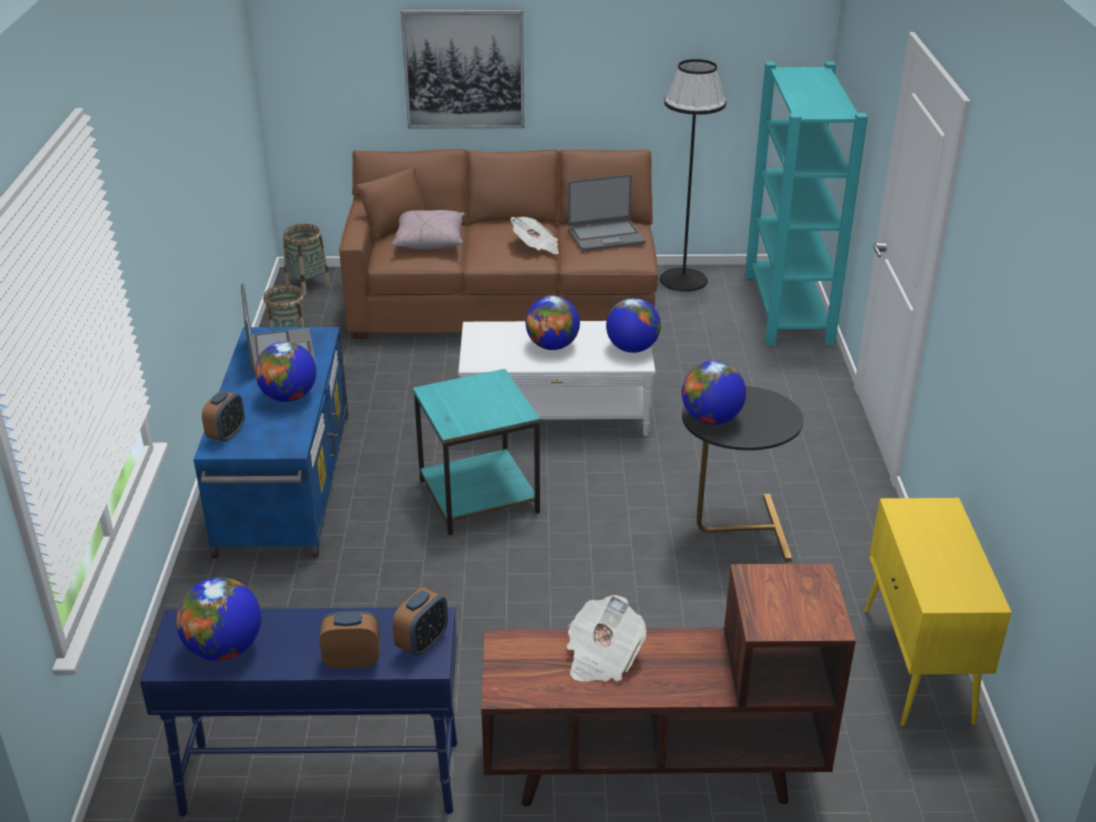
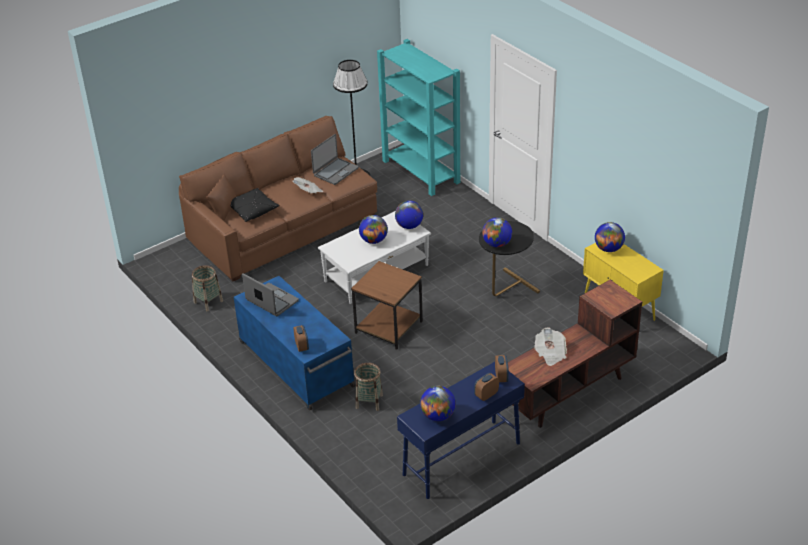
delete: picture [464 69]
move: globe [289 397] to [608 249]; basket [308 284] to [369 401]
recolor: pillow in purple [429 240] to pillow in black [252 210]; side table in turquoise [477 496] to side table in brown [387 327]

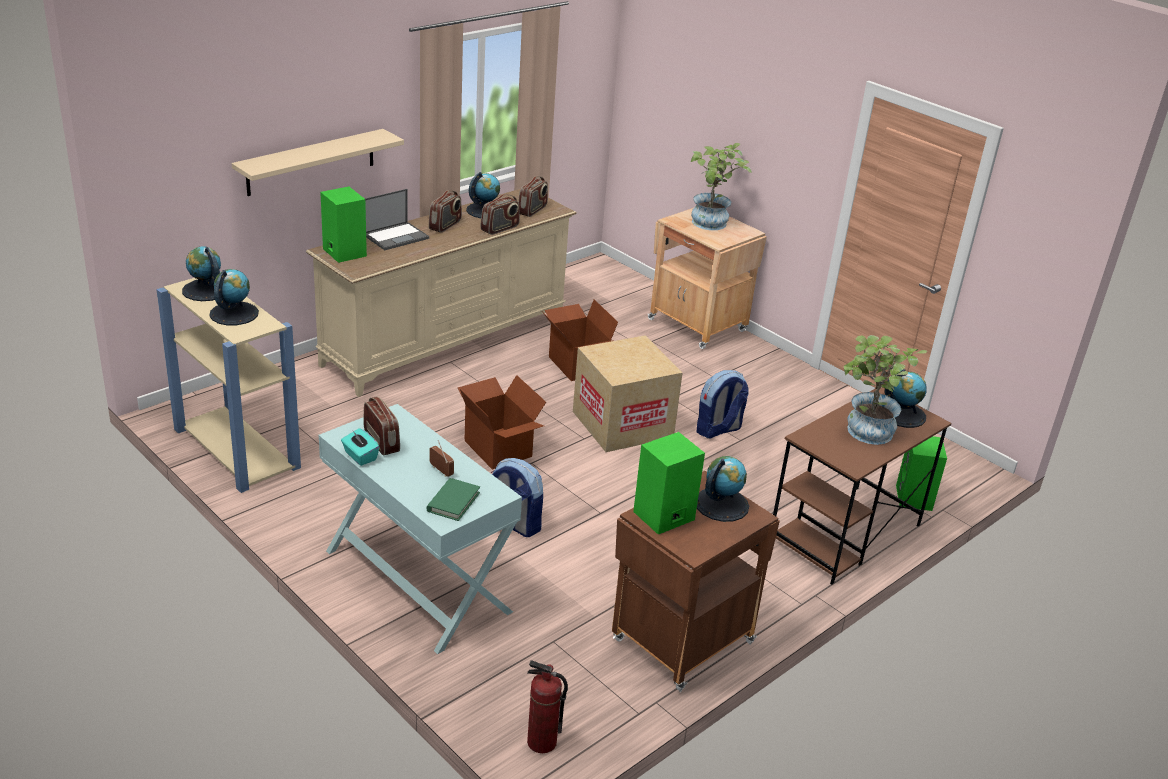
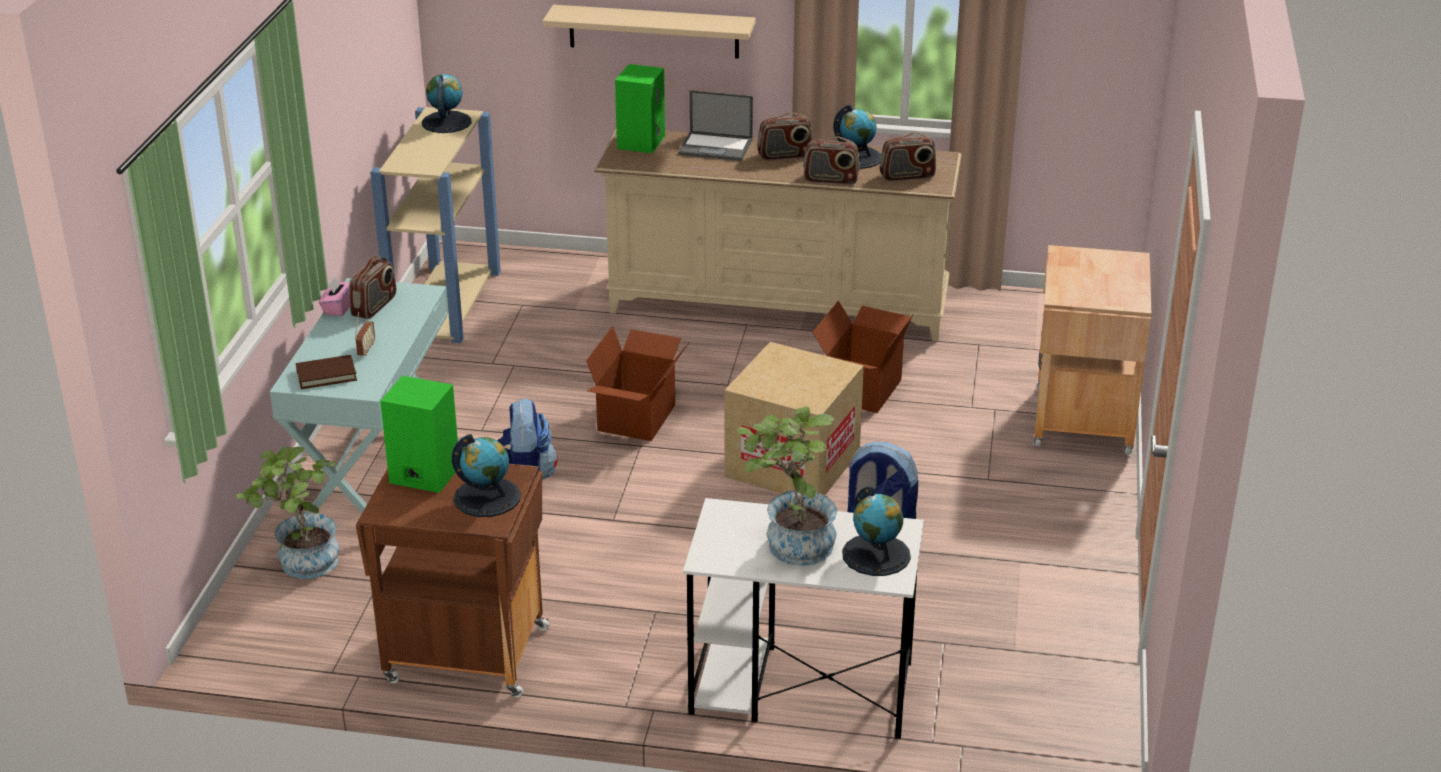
delete: globe [234 313]; fire extinguisher [541 742]; speaker in green [915 498]
move: potted plant [710 225] to [302 565]
recolor: tissue box in turquoise [360 456] to tissue box in pink [339 308]; book in green [453 502] to book in brown [326 375]; desk in brown [844 534] to desk in white [799 688]

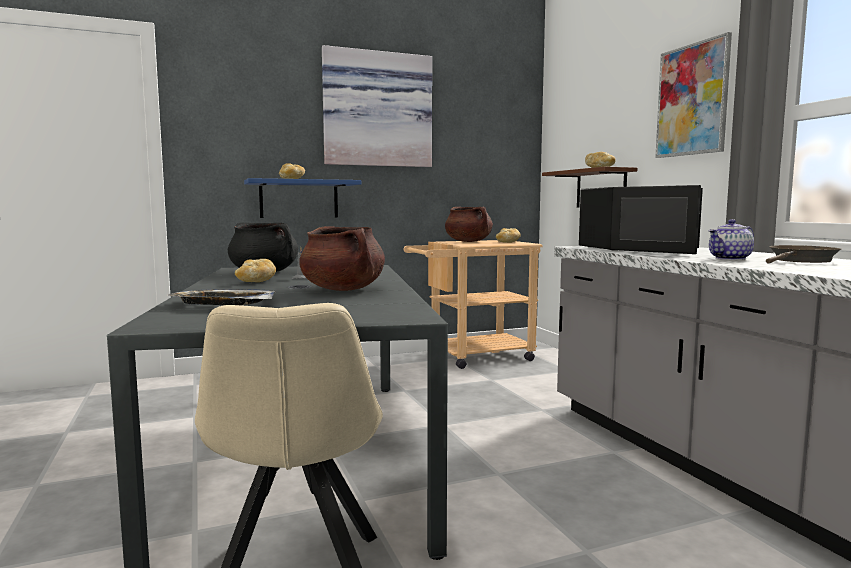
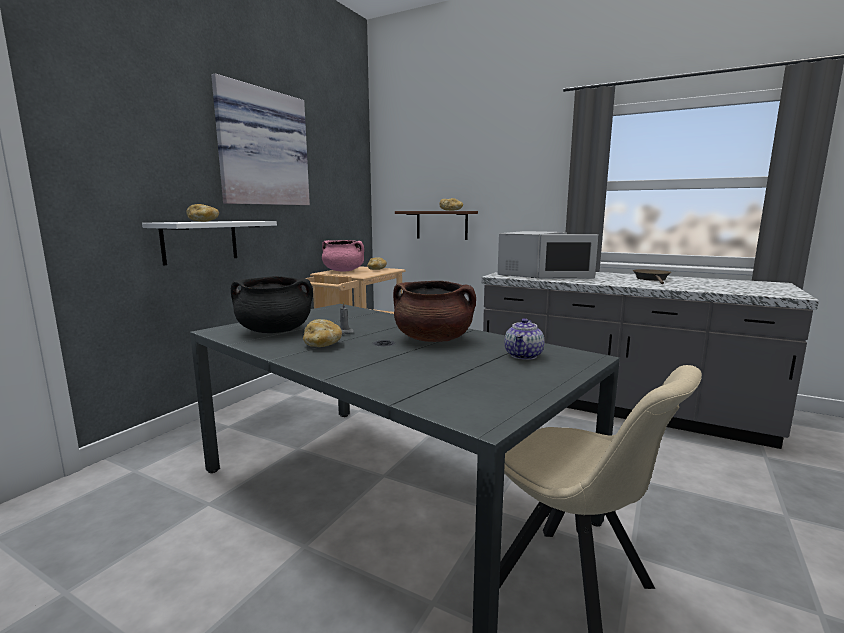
delete: tray [223 304]; picture [692 100]
move: teapot [730 258] to [524 356]
recolor: shelf in blue [299 199] to shelf in white [200 241]; cooking pot in brown [468 241] to cooking pot in pink [343 271]; microwave in black [637 248] to microwave in white [533 274]

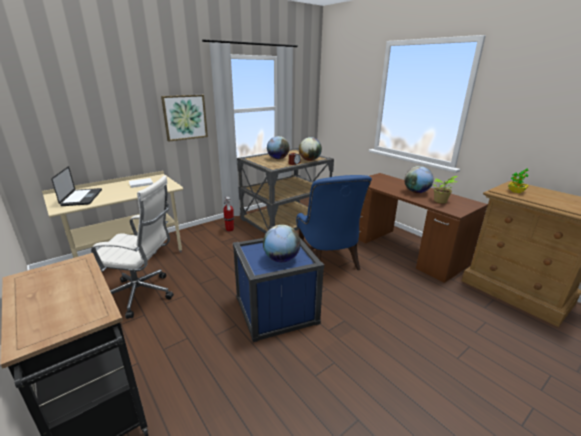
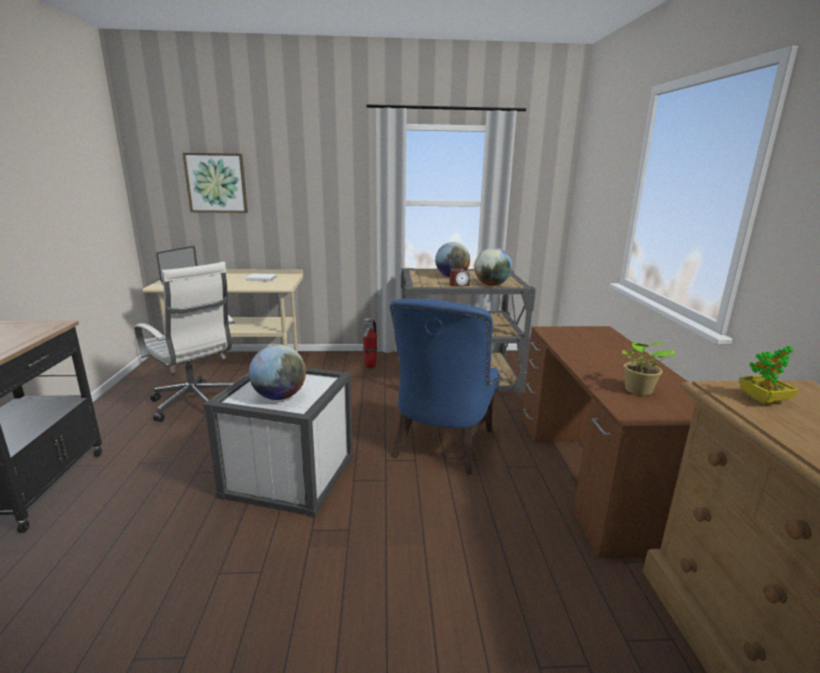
delete: globe [416 192]
move: picture [185 117] to [216 183]
recolor: storage box in blue [276 310] to storage box in white [289 475]

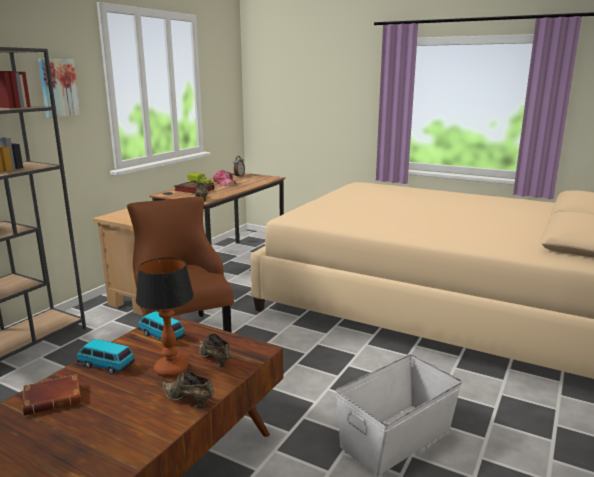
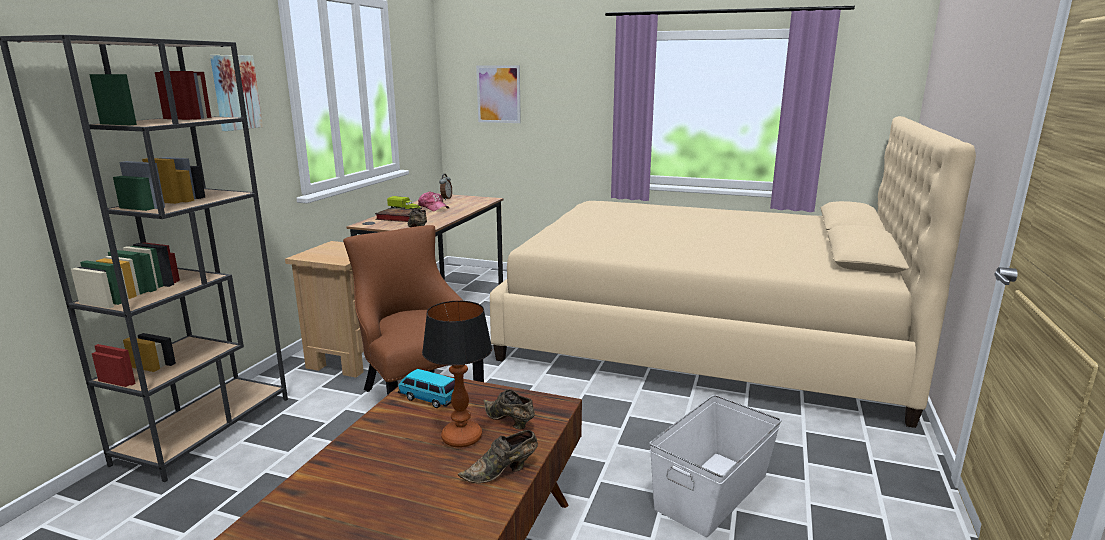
delete: book in brown [54 398]; toy car [106 365]
insert: picture [498 94]
rotate: shoe in brown [189 400] = [502 472] 45 degrees counterclockwise

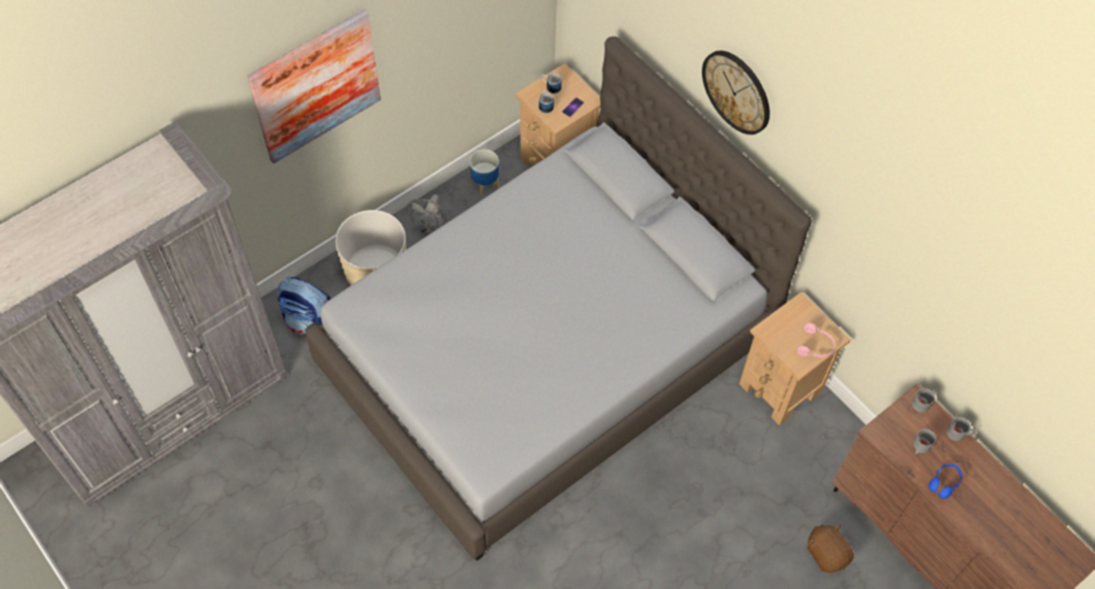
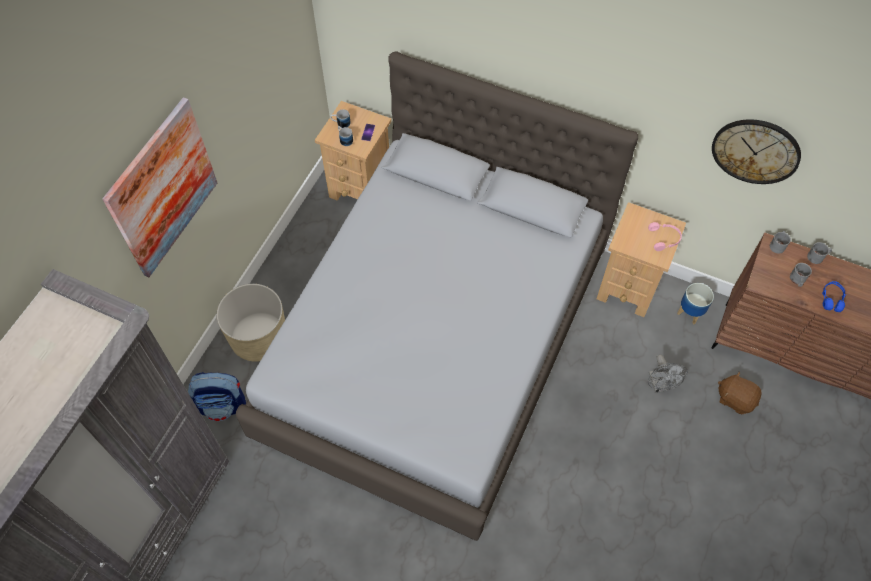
move: fan in grey [430 228] to [659 385]; planter [485 183] to [690 312]; wall clock [737 91] to [756 151]

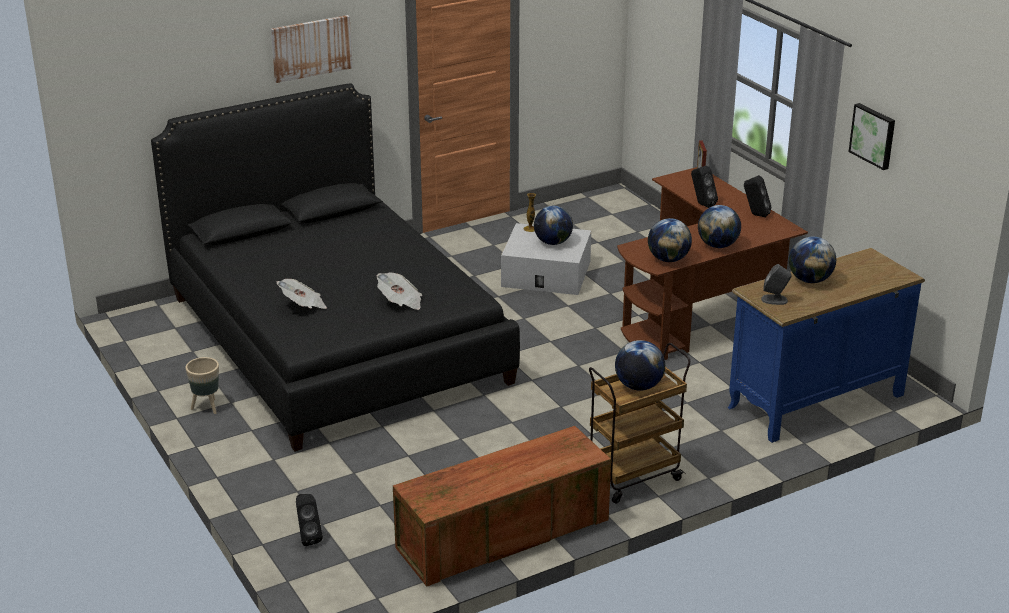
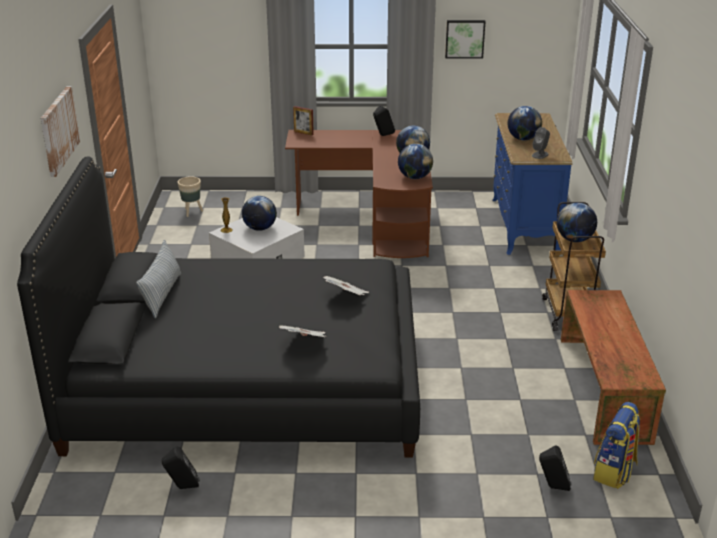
insert: pillow [162 295]; backpack [614 472]
move: planter in beige [207 407] to [192 212]; speaker in black [701 204] to [182 488]

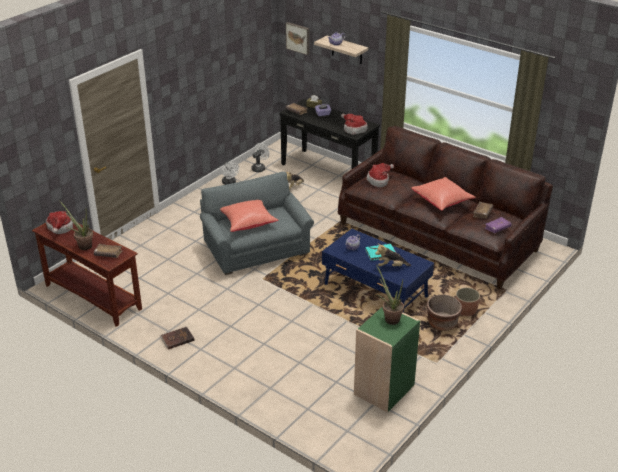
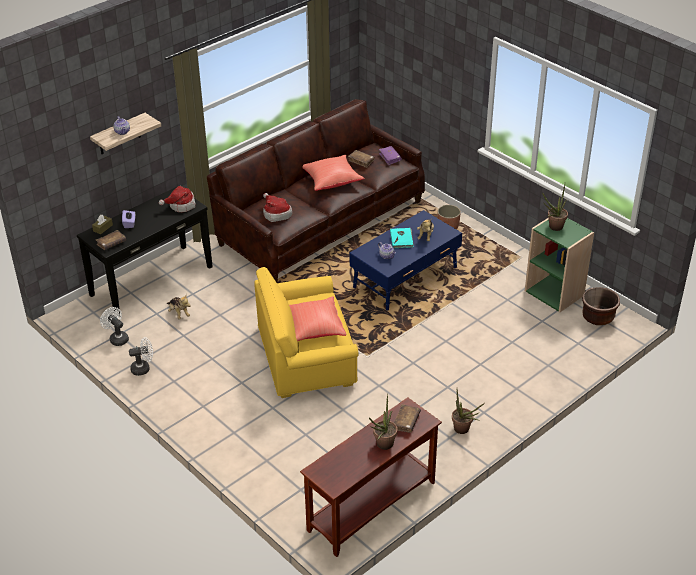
delete: hat [60 228]; picture [298 38]
move: planter in brown [442 323] to [598 317]
replace: book in brown [177 339] to potted plant [464 430]
recolor: armchair in grey [256 249] to armchair in yellow [306 356]

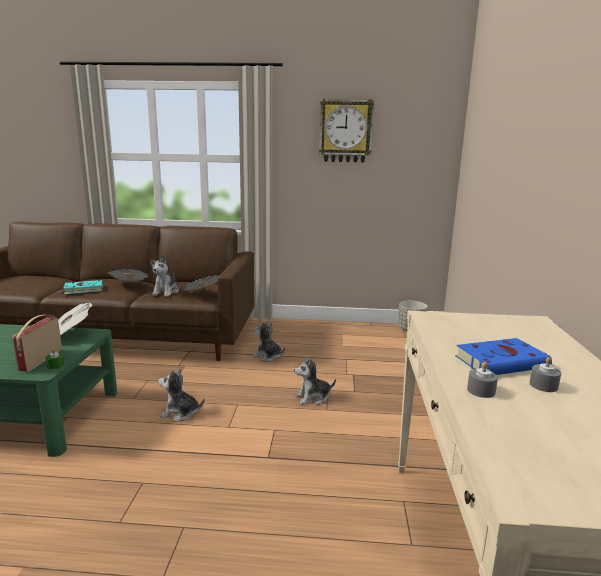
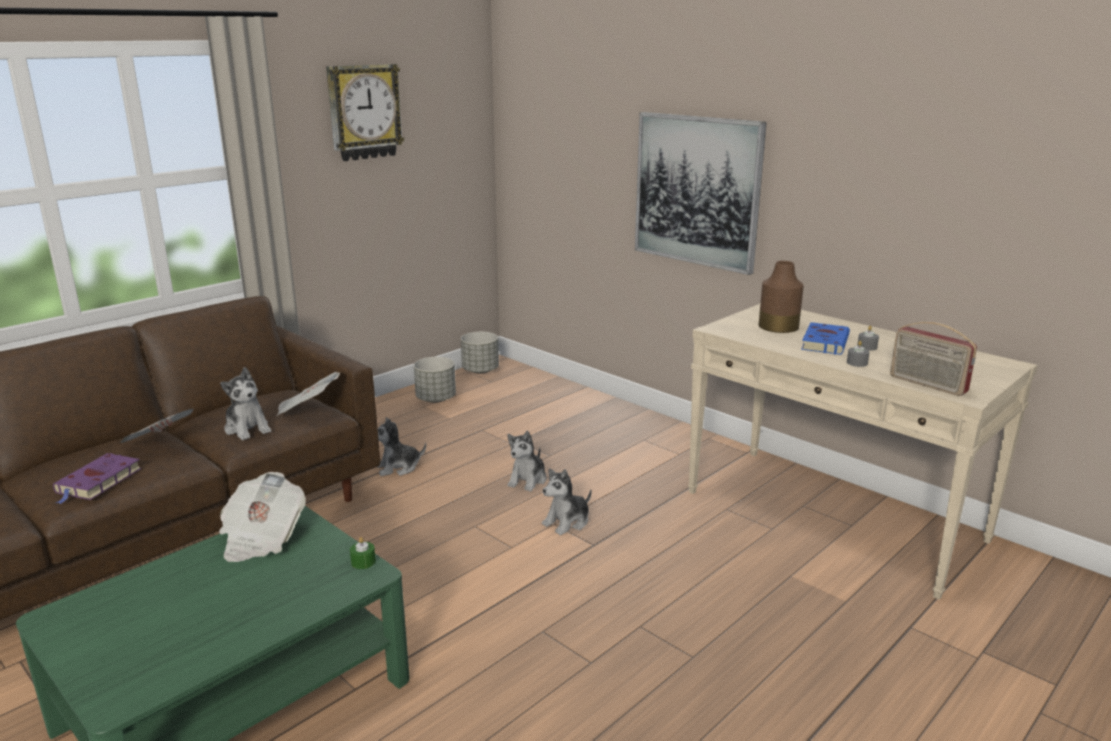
insert: planter in grey [436 399]; picture [697 190]; vase in brown [778 326]
move: radio [40 360] to [927 384]; plush toy [180 413] to [567 522]
recolor: book in turquoise [82 290] to book in purple [98 482]

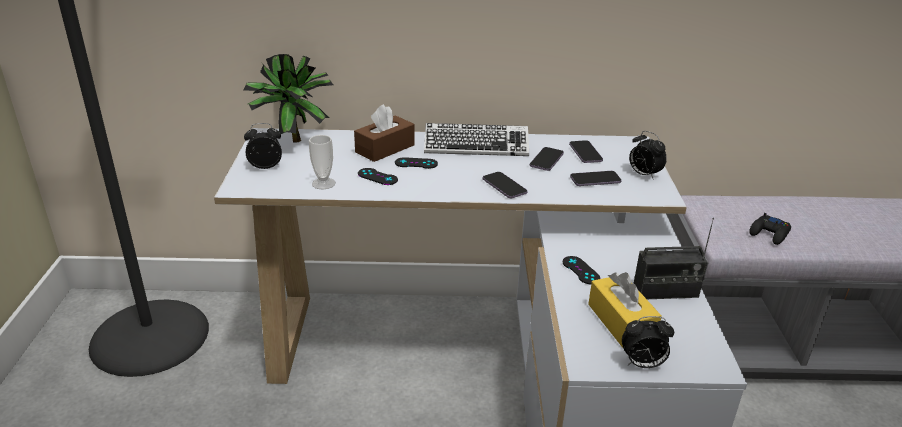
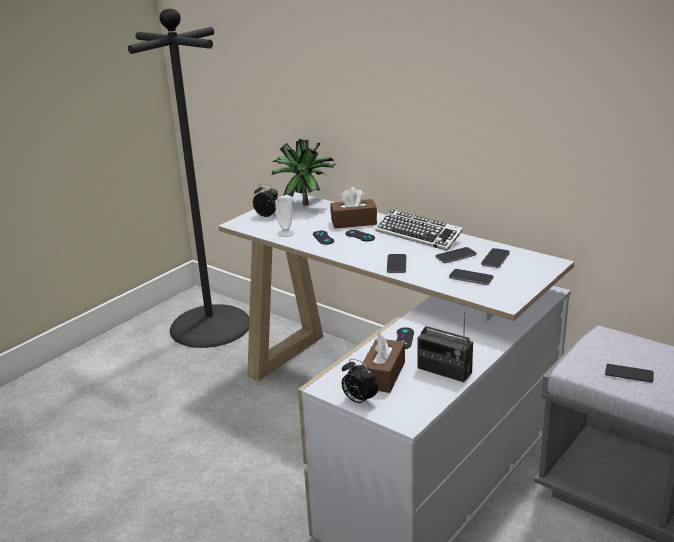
delete: alarm clock [643 174]
replace: game controller in black [769 234] to phone [629 374]
recolor: tissue box in yellow [621 322] to tissue box in brown [383 375]

